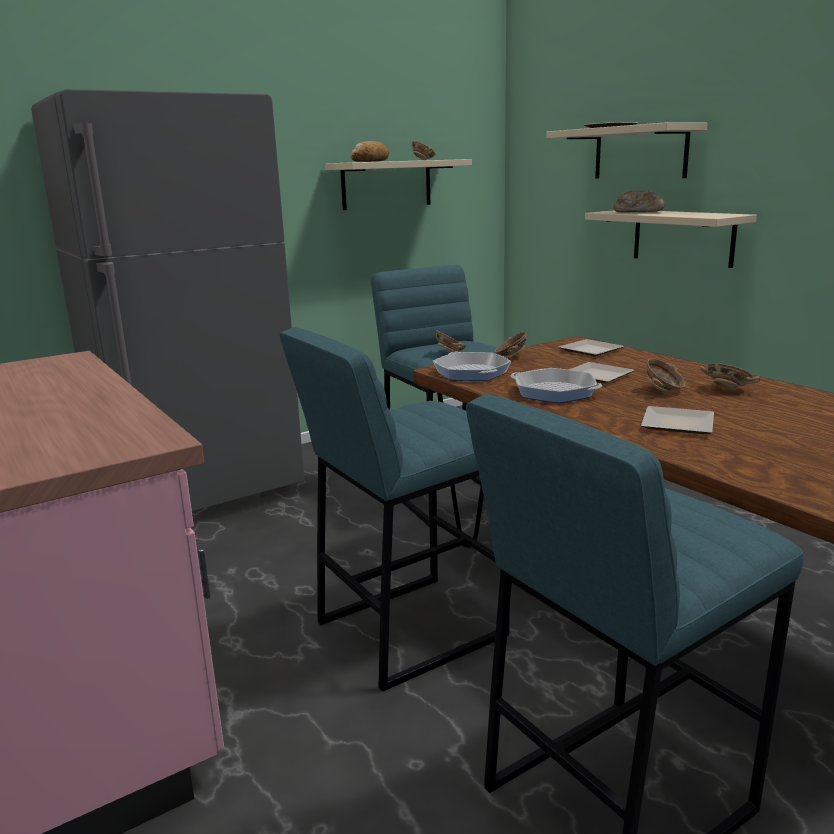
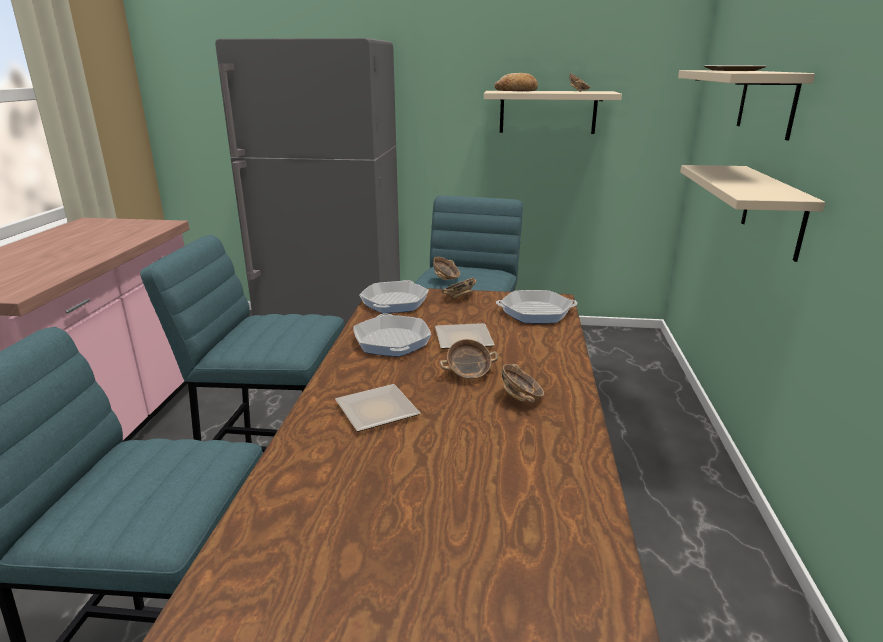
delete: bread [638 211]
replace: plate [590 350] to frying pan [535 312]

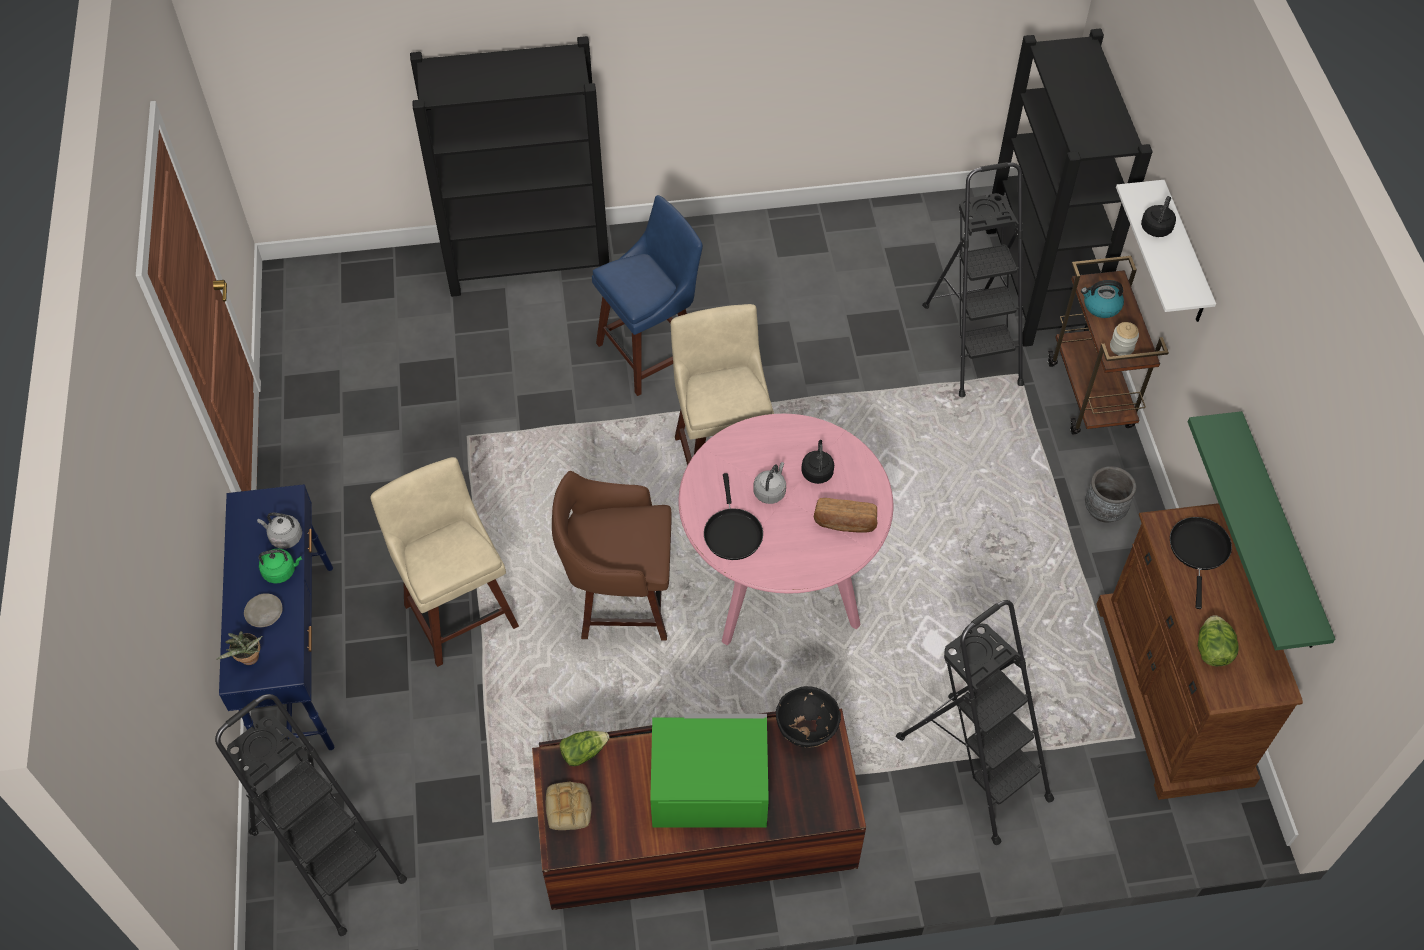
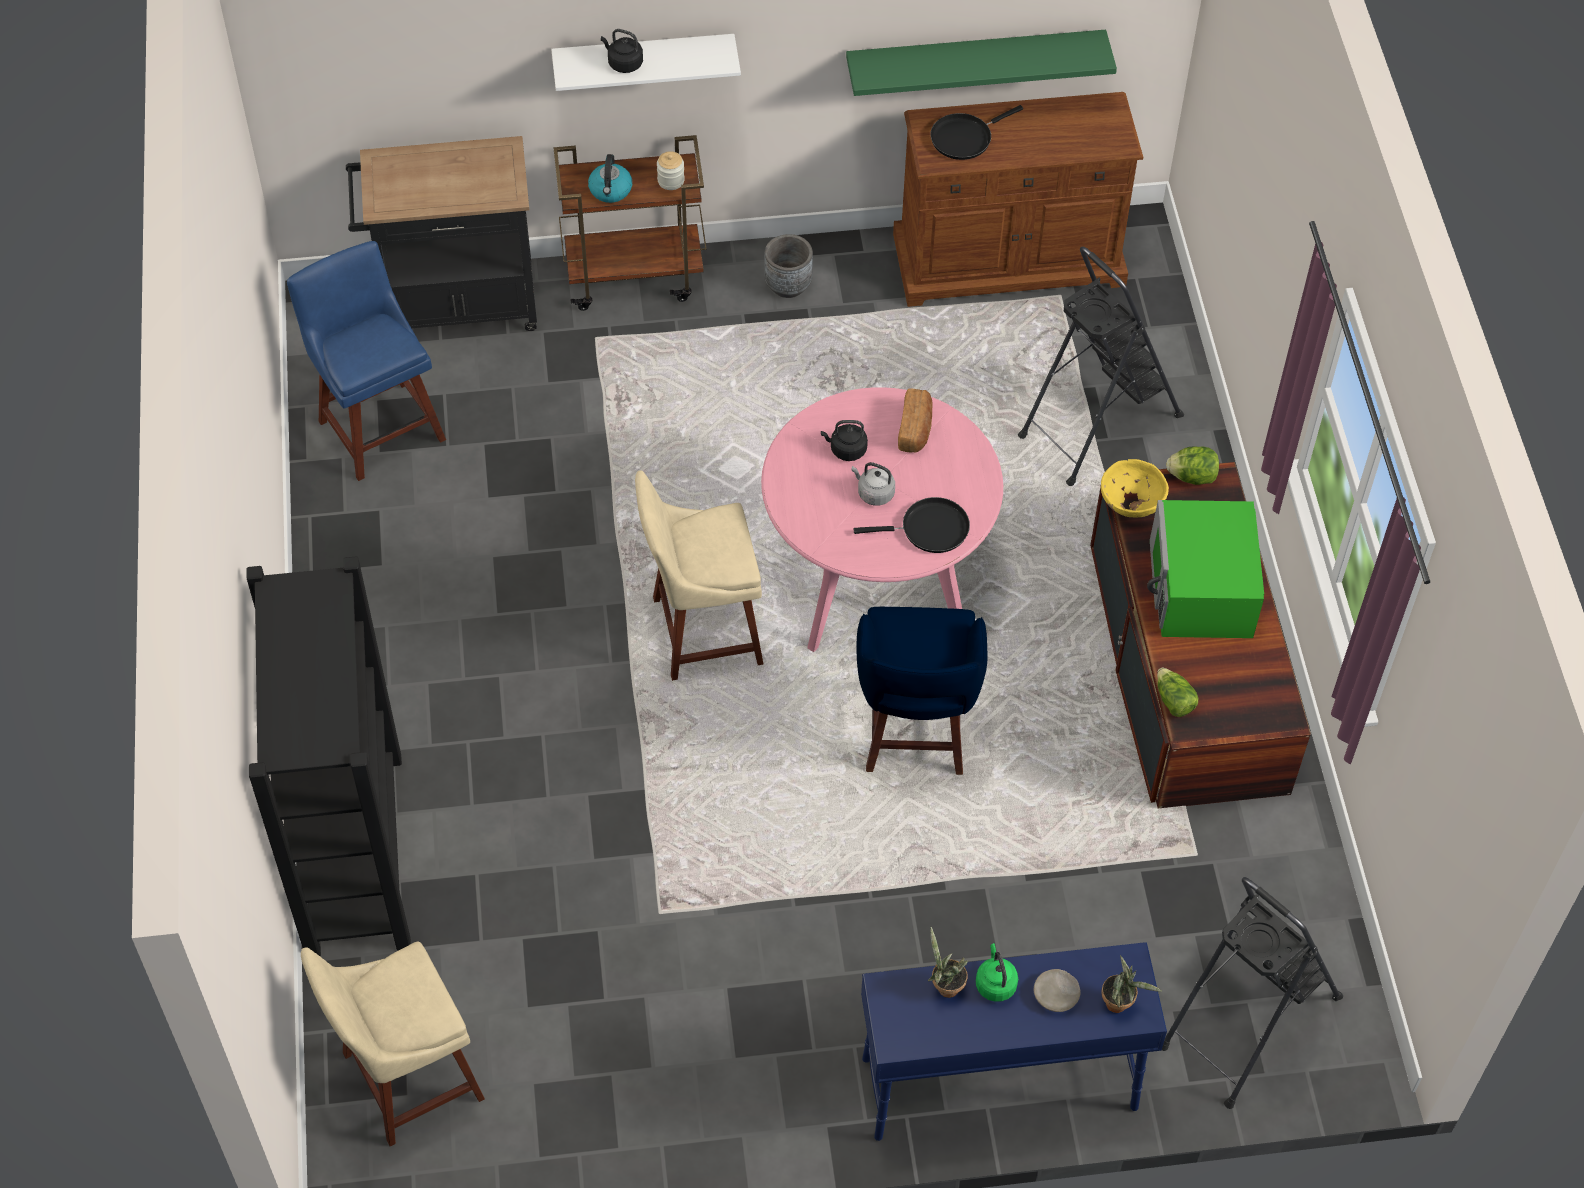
delete: bread [569 809]; step ladder [971 342]
move: chair in beige [459 610] to [405 1079]; chair in blue [652 351] to [379 425]; lettuce [1212 650] to [1192 477]
replace: kettle in grey [284 537] to potted plant [945 986]; bookcase in black [1039 282] to cart in black [454 306]
recolor: stool in brown [620 604] to stool in blue [913 736]; bowl in black [806 728] to bowl in yellow [1131 504]
rotate: frying pan in black [1198 551] = [964 138] 45 degrees counterclockwise

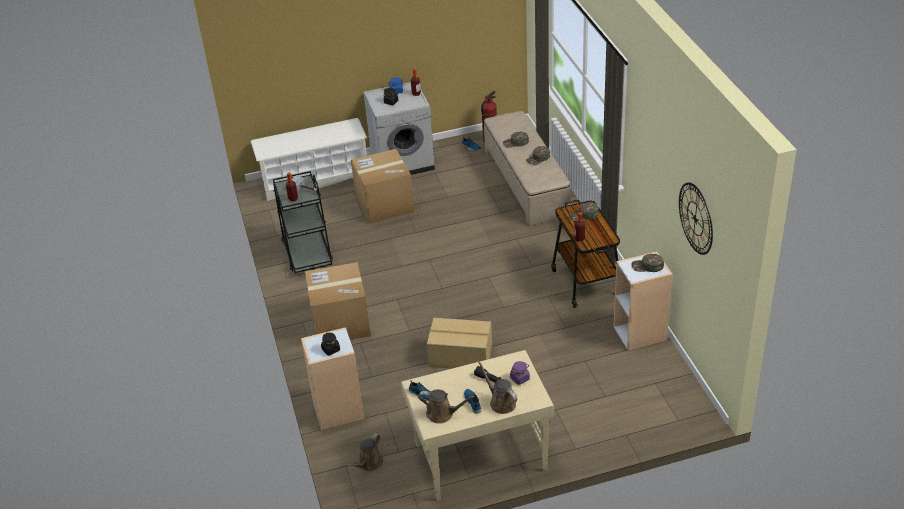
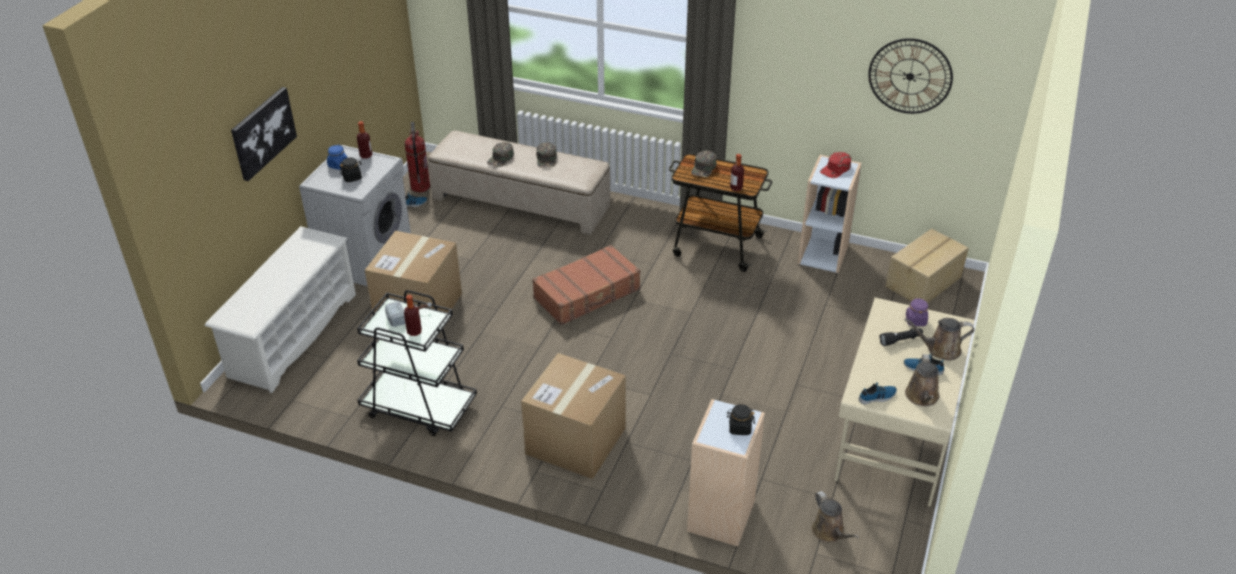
insert: picture [263 133]; suitcase in brown [587 294]
move: cardboard box [460 356] to [924 282]
recolor: cap in green [647 266] to cap in red [835 169]
rotate: watering can in brown [442 414] = [922 397] 135 degrees clockwise

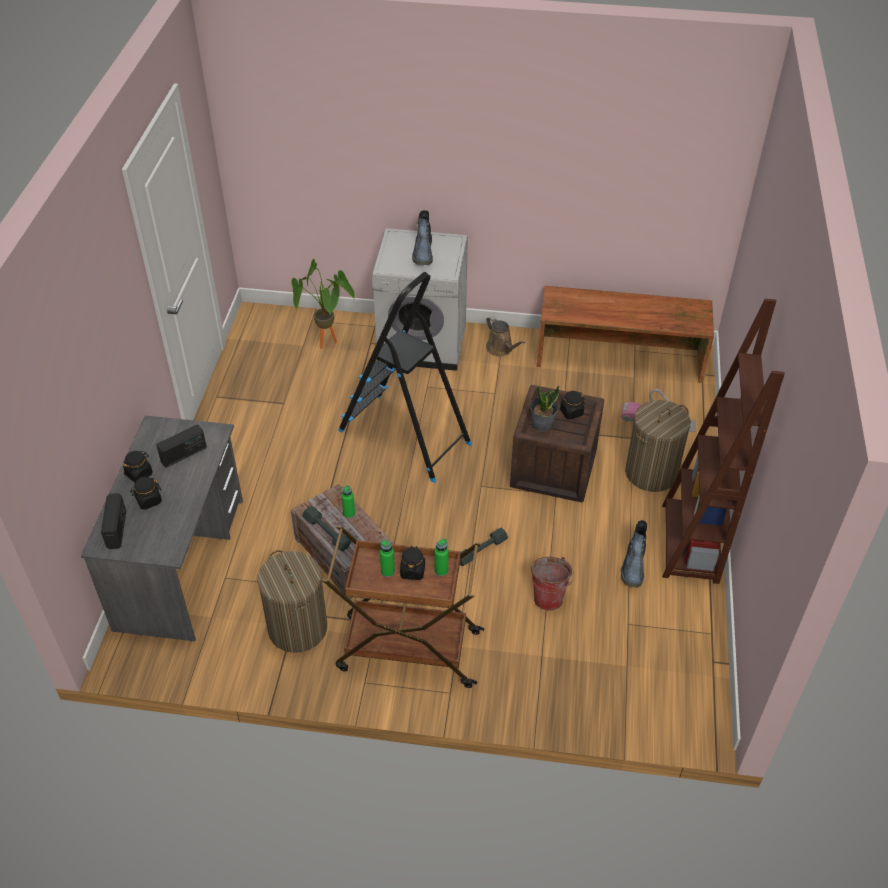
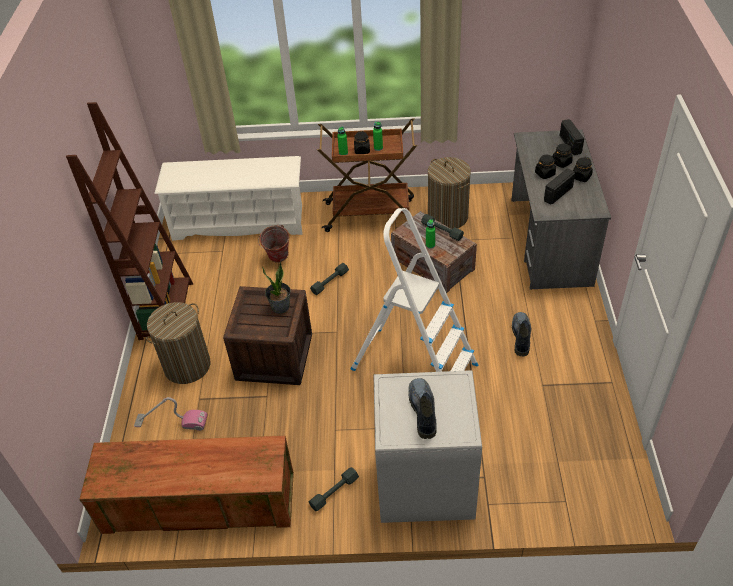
delete: potted plant [327 346]
insert: shoe rack in white [239 222]
move: jar in black [571 412] to [545 174]; boot [634 567] to [521 335]
replace: watering can in brown [501 349] to dumbbell in grey [334 492]
recolor: step ladder in black [403 437] to step ladder in white [415 367]

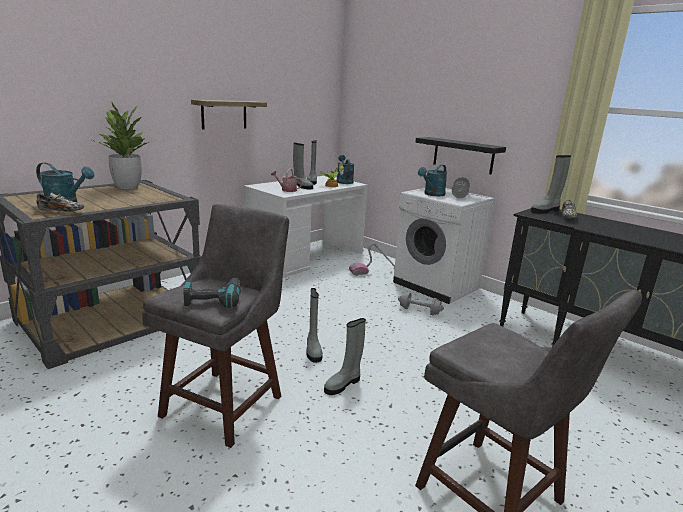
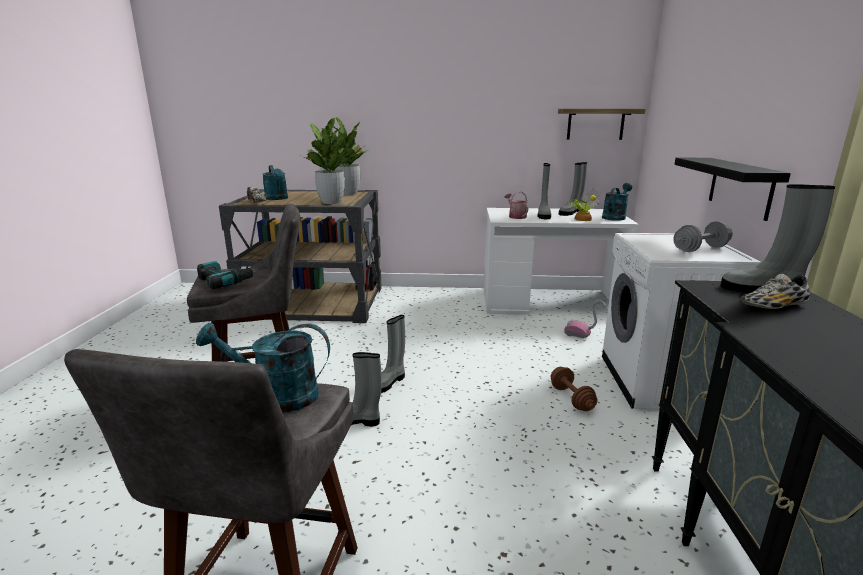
insert: potted plant [331 202]
move: shelf [224 114] to [595 124]; watering can in turquoise [432 194] to [276 396]
recolor: dumbbell in grey [419 311] to dumbbell in brown [571 398]

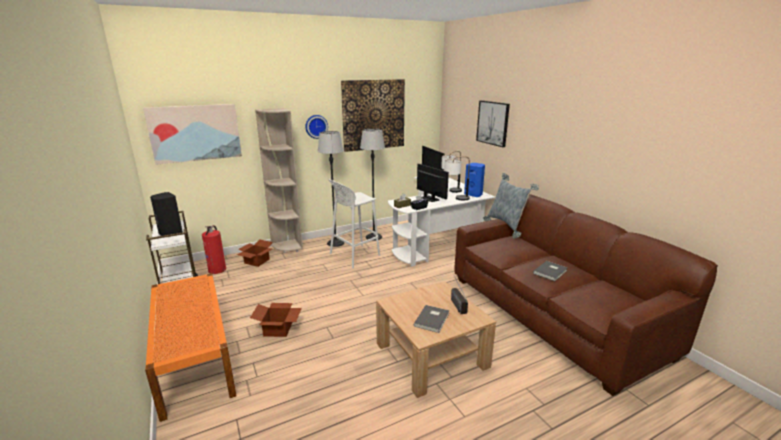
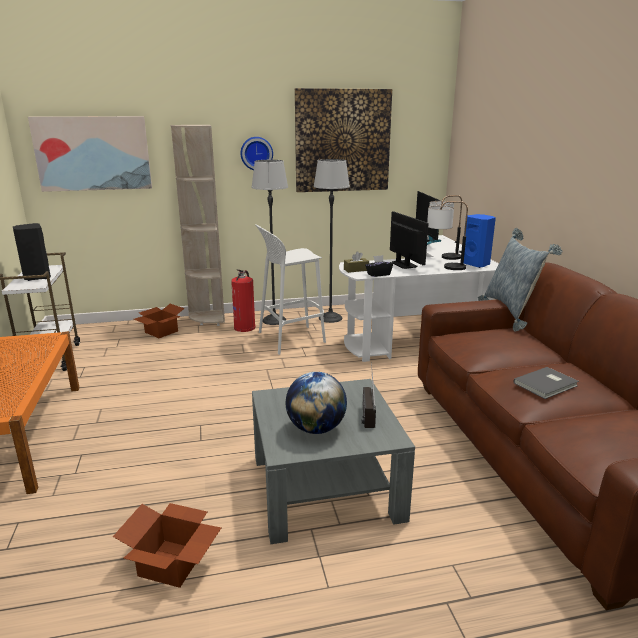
delete: picture [493 123]
move: fire extinguisher [217 269] to [245 327]; cardboard box [278 329] to [172 564]
replace: book in grey [433 319] to globe [316 429]
recolor: coffee table in brown [431 355] to coffee table in grey [325 487]

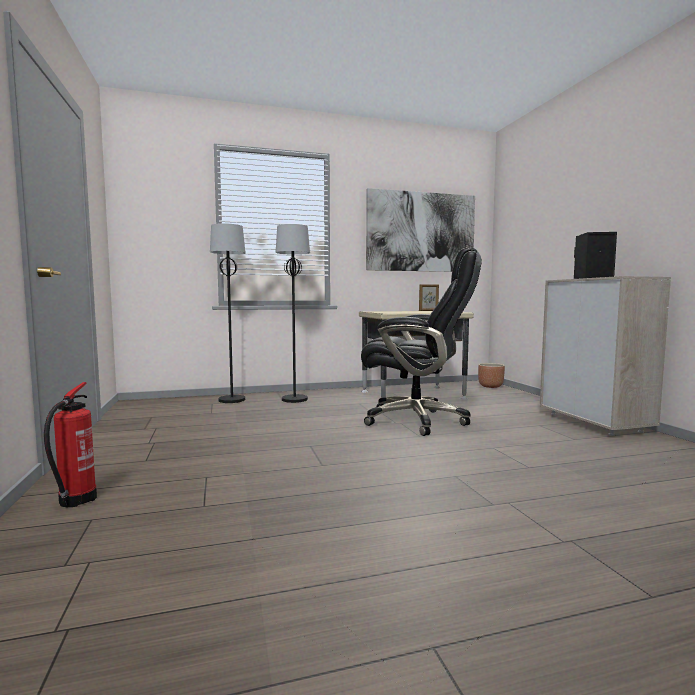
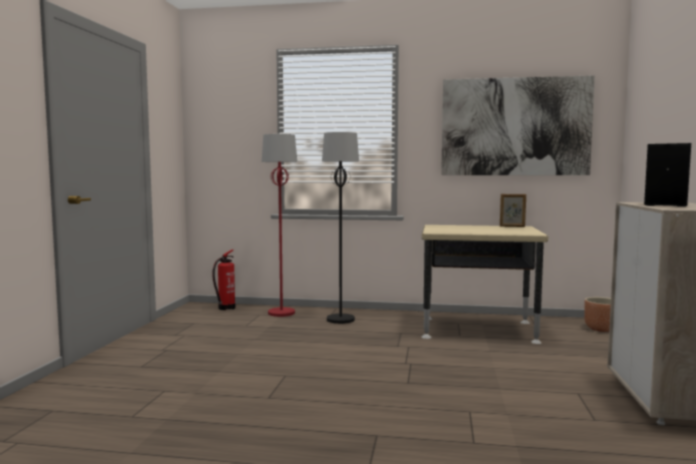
delete: office chair in black [419 422]
move: fire extinguisher [75 501] to [225 308]
recolor: floor lamp in black [231 400] to floor lamp in red [281 313]

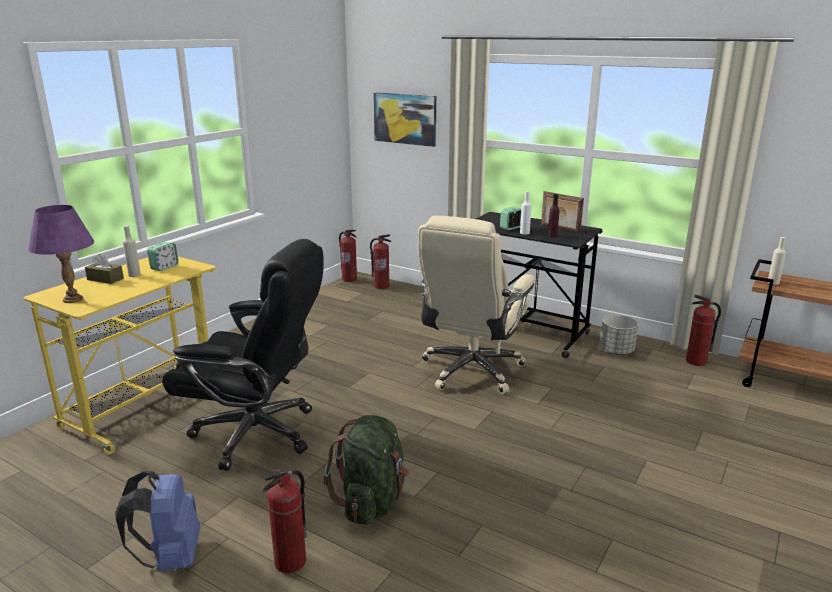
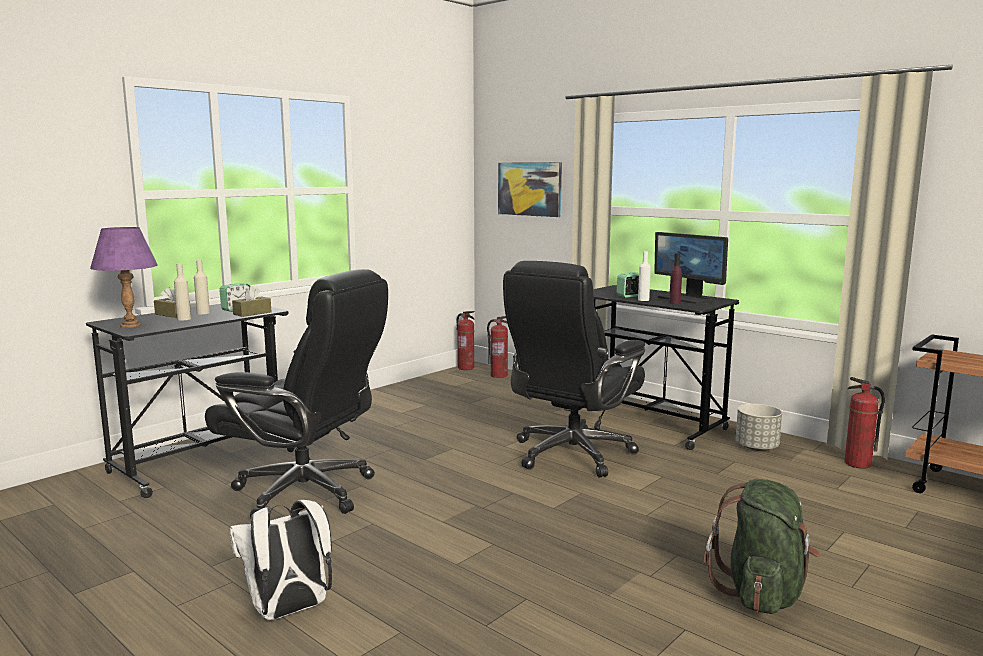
delete: backpack in blue [170 557]
insert: tissue box in brown [252 313]
move: backpack in green [372 502] to [761 593]; bottle in beige [773 282] to [184 319]
replace: fire extinguisher [290 562] to backpack in white [289 611]; picture frame [559 229] to monitor [687 299]
recolor: desk in yellow [147 407] to desk in black [203 461]; office chair in beige [472 370] to office chair in black [572 454]

